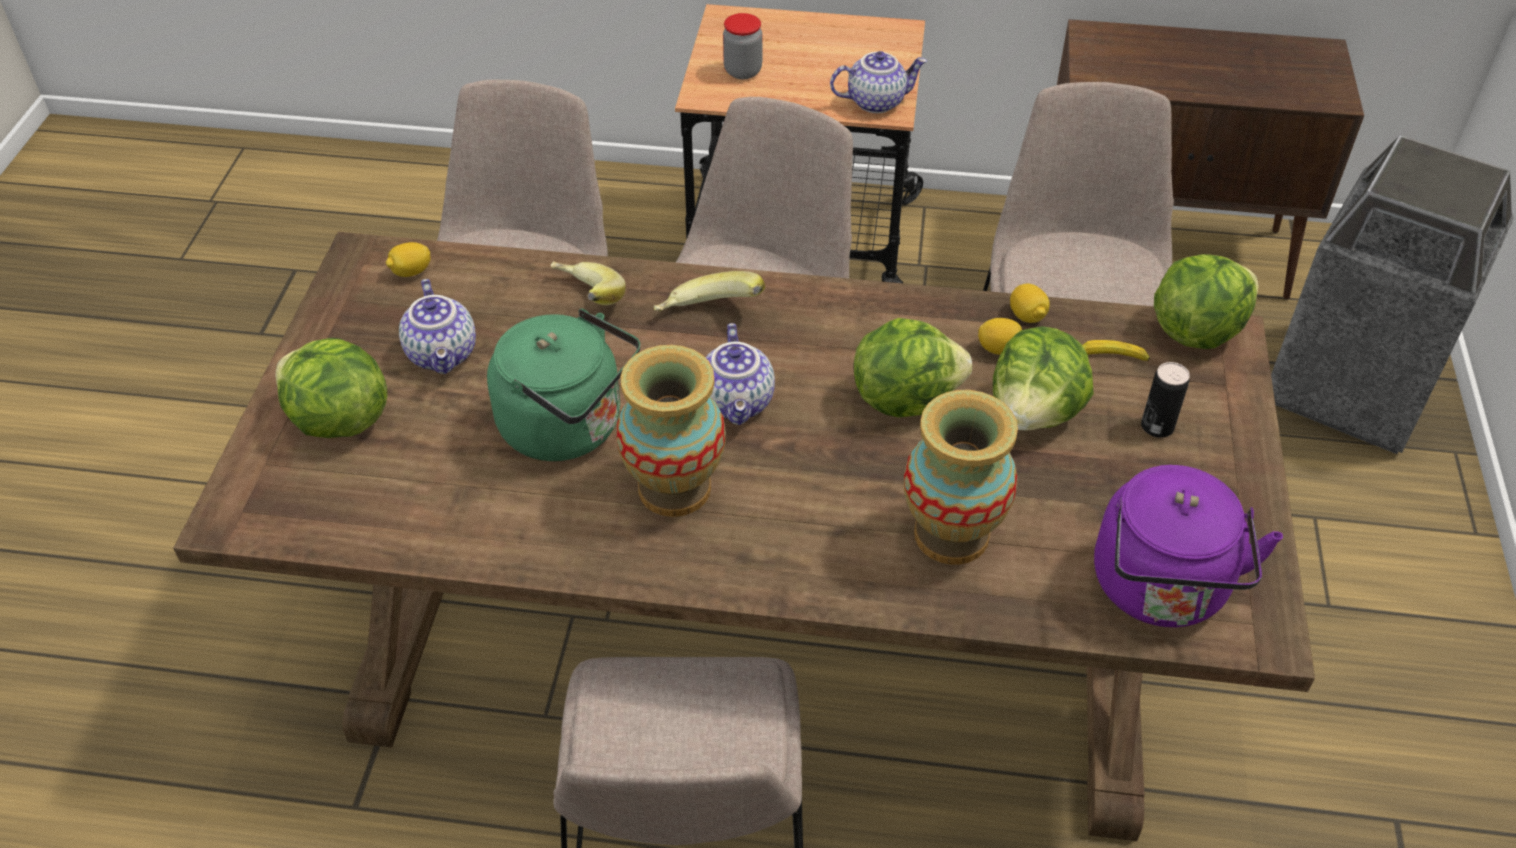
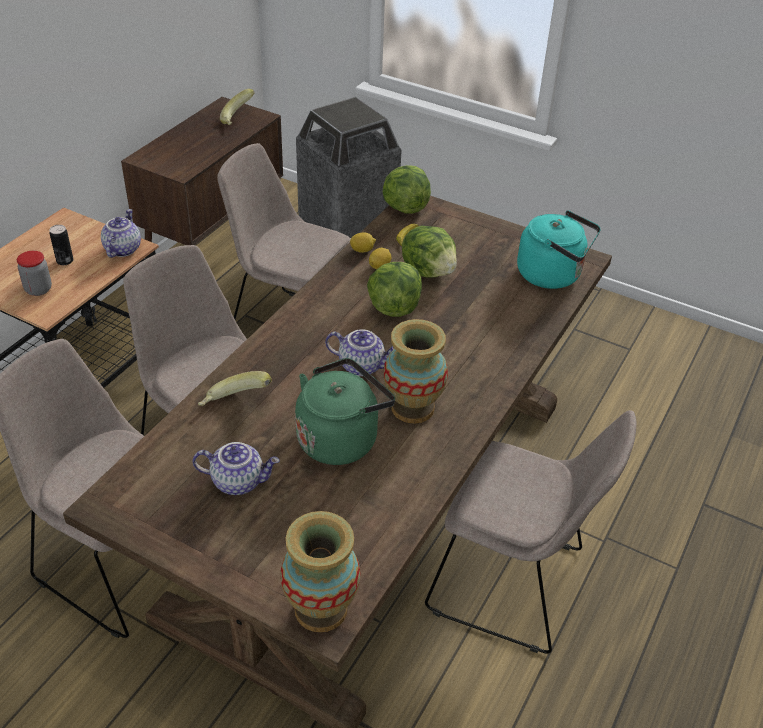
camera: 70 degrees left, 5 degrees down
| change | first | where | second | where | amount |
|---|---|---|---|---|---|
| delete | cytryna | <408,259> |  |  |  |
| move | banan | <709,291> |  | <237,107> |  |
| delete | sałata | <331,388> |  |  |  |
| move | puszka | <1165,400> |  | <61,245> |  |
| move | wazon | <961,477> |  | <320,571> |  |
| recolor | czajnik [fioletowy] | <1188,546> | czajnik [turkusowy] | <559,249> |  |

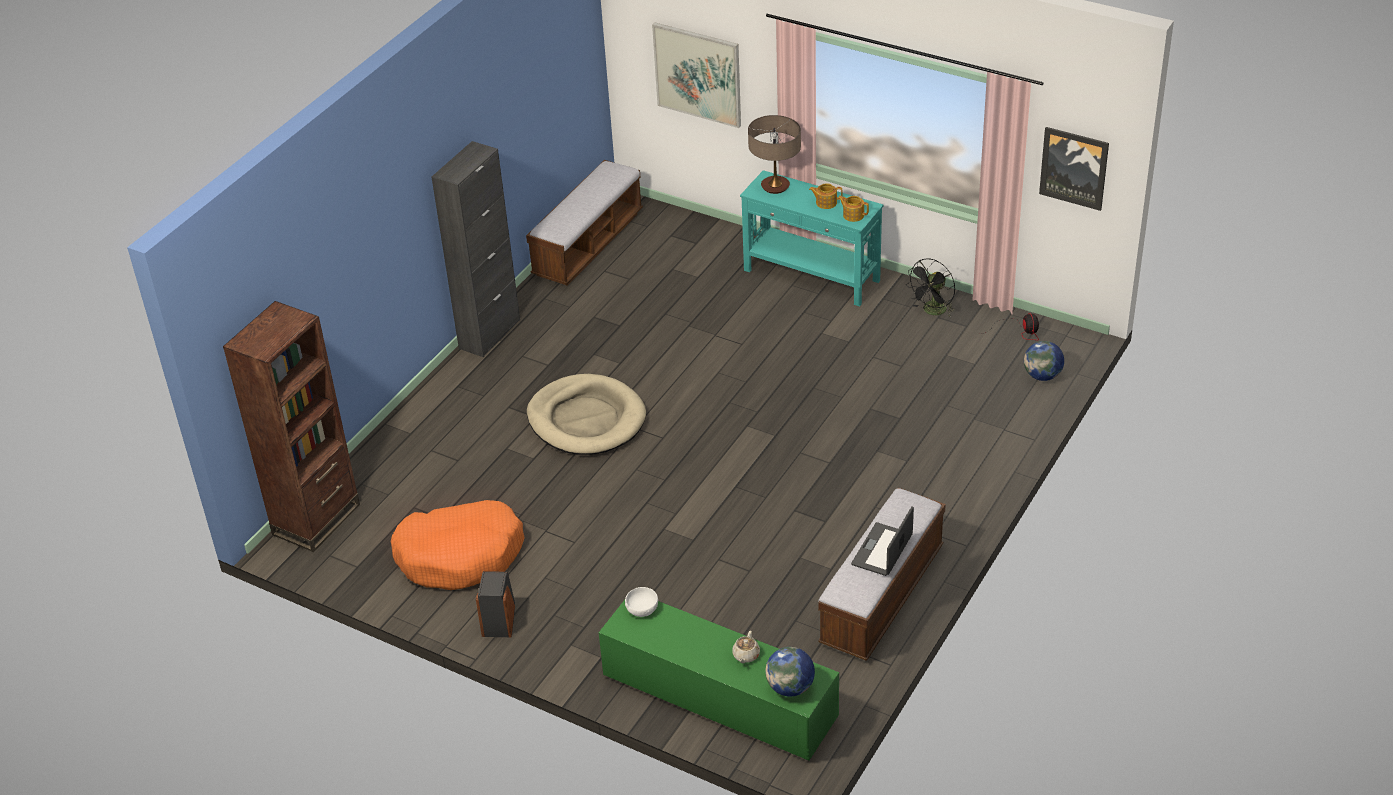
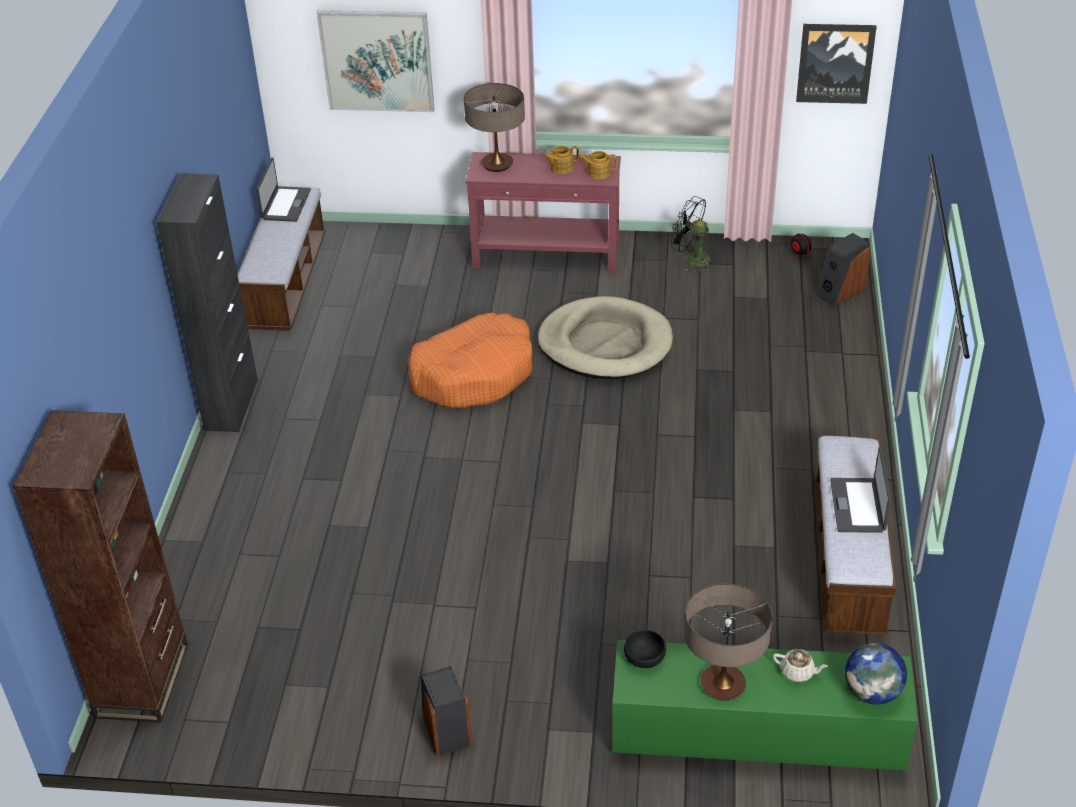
camera: 25 degrees left, 0 degrees up
| change | first | where | second | where | amount |
|---|---|---|---|---|---|
| recolor | stolik konsolowy [turkusowy] | <811,238> | stolik konsolowy [czerwony] | <543,212> |  |
| rotate | wentylator [czarny] | <931,287> |  | <692,234> | 105 degrees clockwise |
| replace | globus | <1044,361> | głośnik | <843,269> |  |
| move | legowisko [beżowy] | <586,414> |  | <605,337> |  |
| move | legowisko [pomarańczowy] | <458,545> |  | <470,360> |  |
| recolor | miska [biały] | <641,602> | miska [czarny] | <645,649> |  |
| rotate | imbryk [beżowy] | <746,647> |  | <800,665> | 60 degrees counterclockwise |
| insert |  |  | laptop | <283,189> |  |
| insert |  |  | lampa stołowa | <728,642> |  |

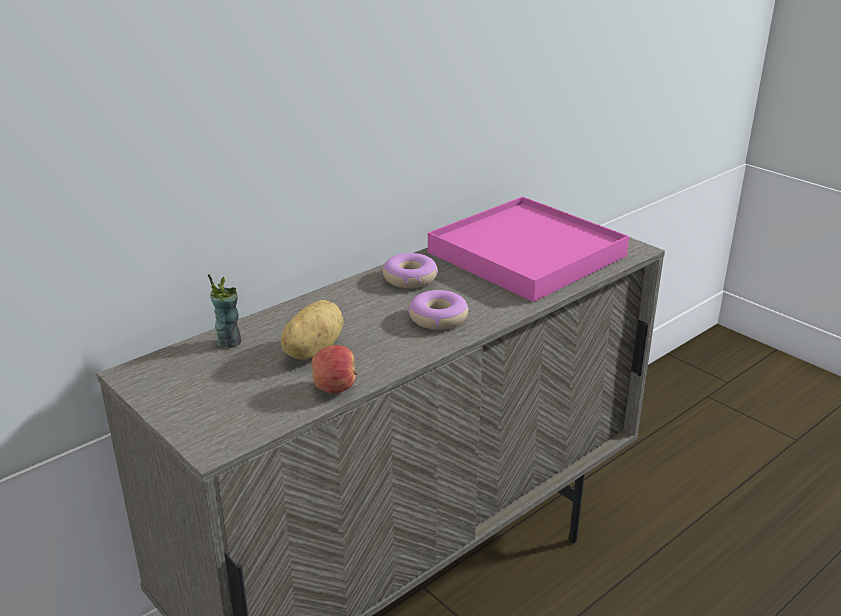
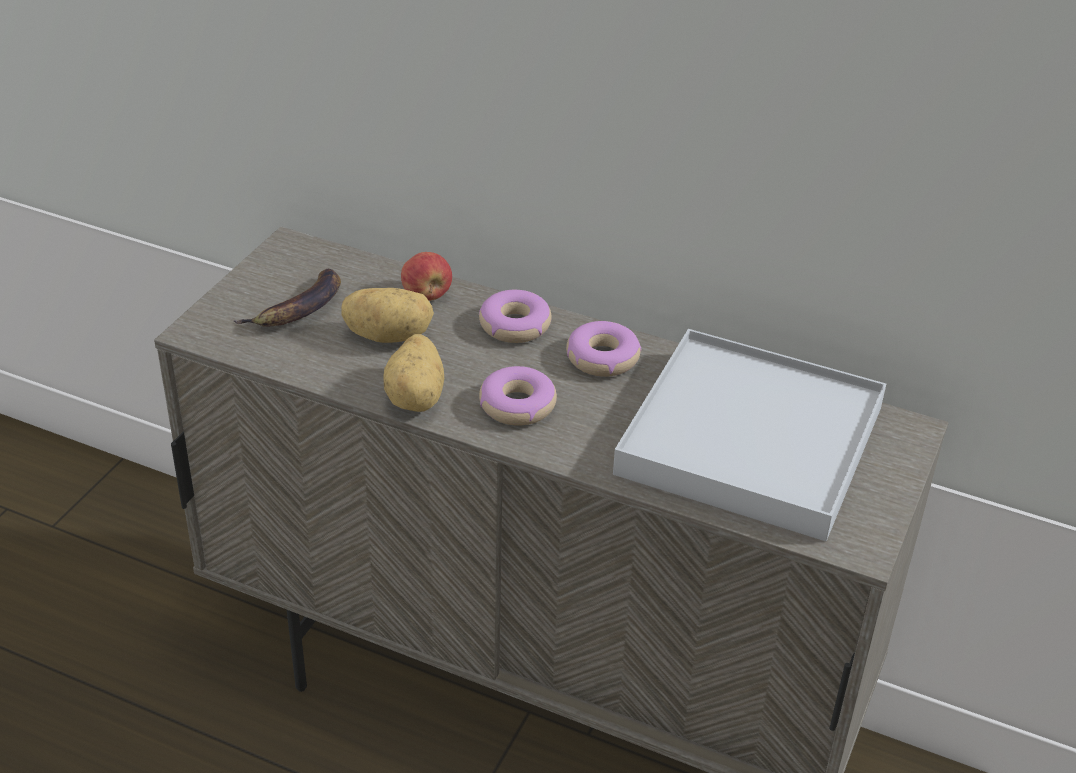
camera: 65 degrees right, 10 degrees up
| change | first | where | second | where | amount |
|---|---|---|---|---|---|
| recolor | taca [różowy] | <528,249> | taca [biały] | <749,435> |  |
| delete | filiżanka | <224,311> |  |  |  |
| move | jabłko | <334,369> |  | <426,276> |  |
| insert |  |  | banan | <287,298> |  |
| insert |  |  | donut | <515,316> |  |
| insert |  |  | ziemniak | <413,373> |  |

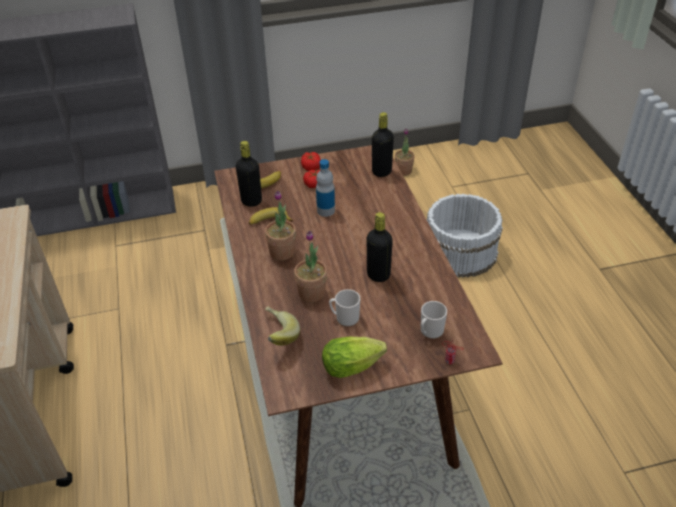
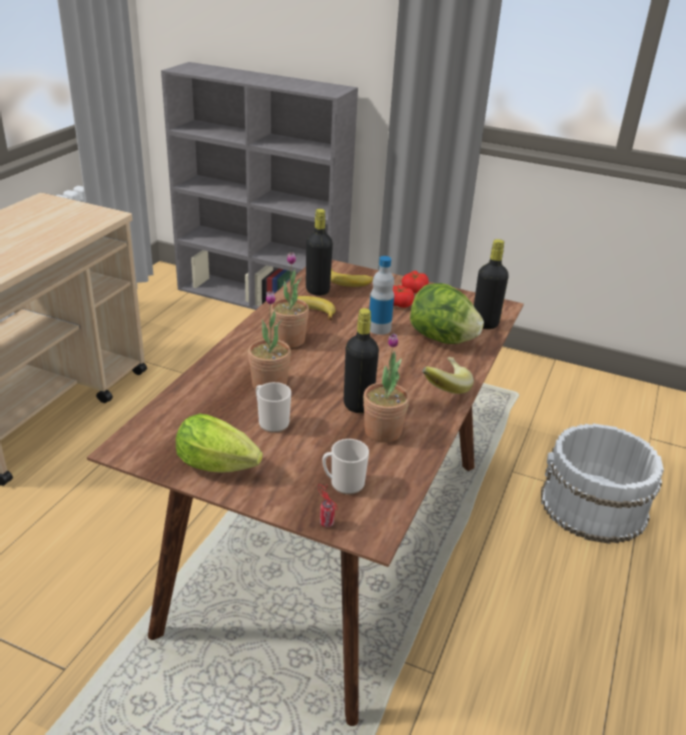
camera: 35 degrees right, 10 degrees down
| change | first | where | second | where | amount |
|---|---|---|---|---|---|
| move | roślina doniczkowa | <405,152> |  | <386,388> |  |
| move | banan | <282,326> |  | <448,375> |  |
| insert |  |  | sałata | <447,313> |  |

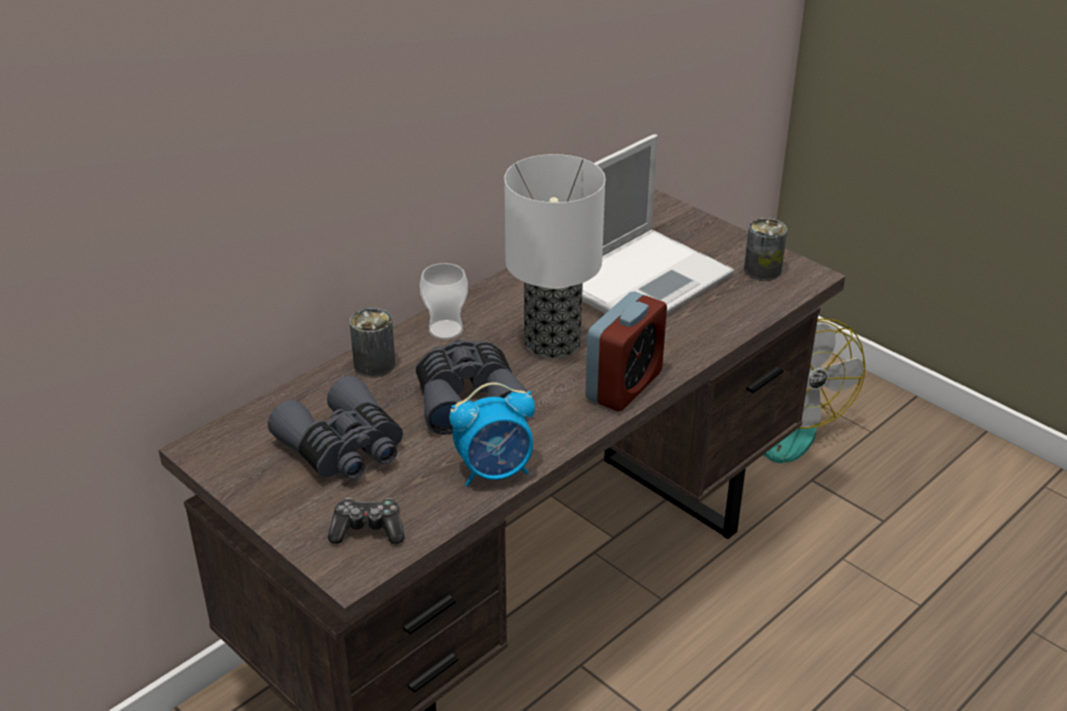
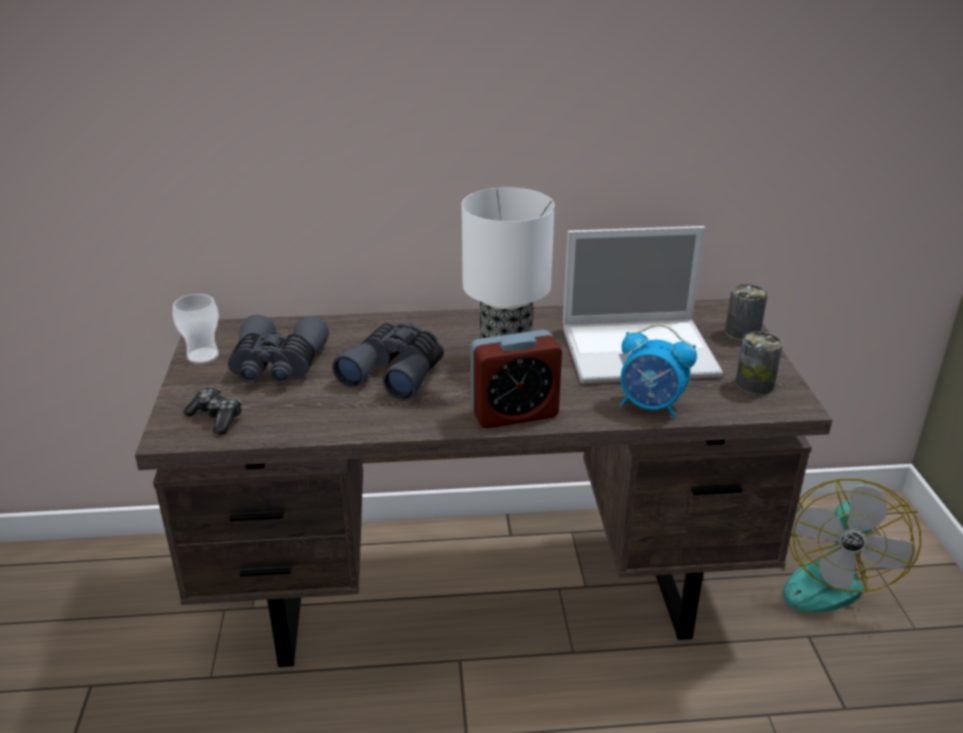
camera: 40 degrees right, 5 degrees down
| change | first | where | second | where | amount |
|---|---|---|---|---|---|
| move | filiżanka | <444,301> |  | <195,329> |  |
| move | puszka | <372,343> |  | <746,312> |  |
| move | budzik | <492,434> |  | <658,371> |  |

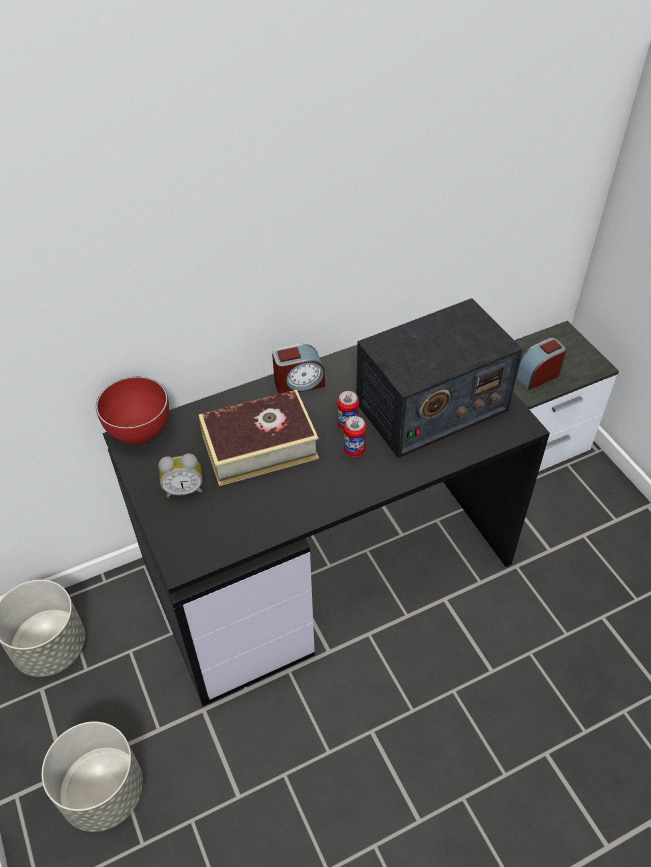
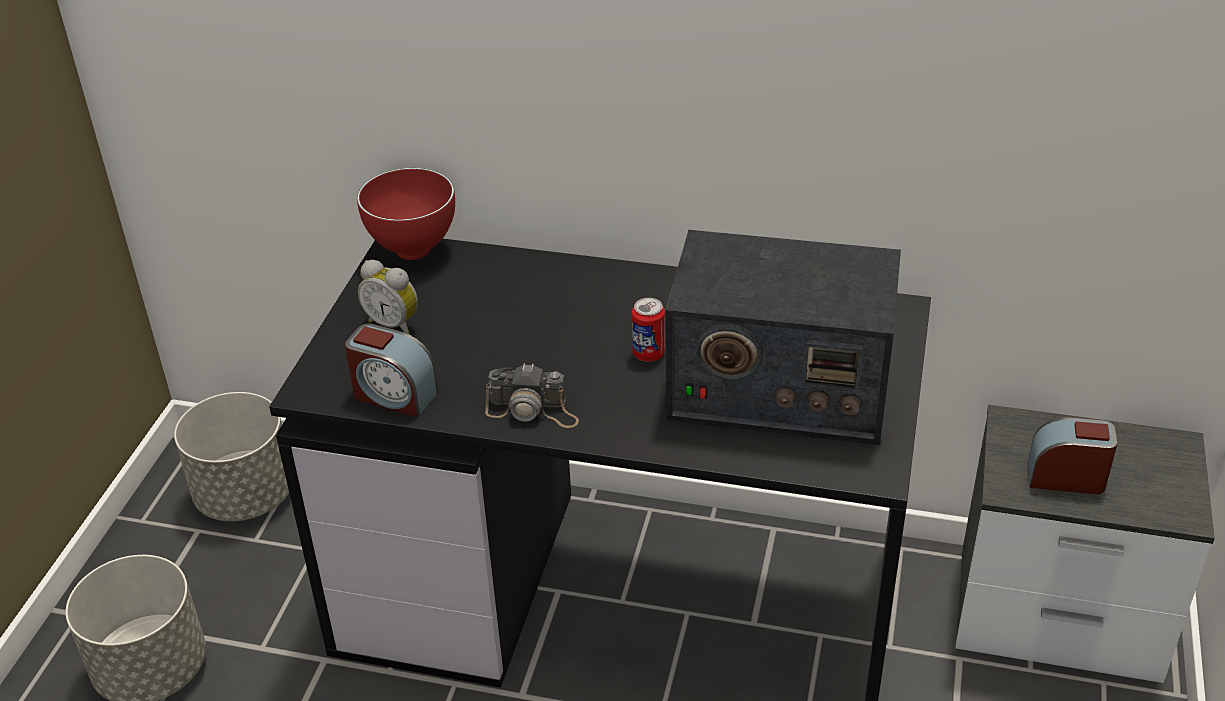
camera: 40 degrees right, 10 degrees down
| change | first | where | second | where | amount |
|---|---|---|---|---|---|
| move | budzik | <298,369> |  | <391,370> |  |
| delete | książka | <259,438> |  |  |  |
| delete | puszka | <355,436> |  |  |  |
| insert |  |  | aparat fotograficzny | <532,395> |  |

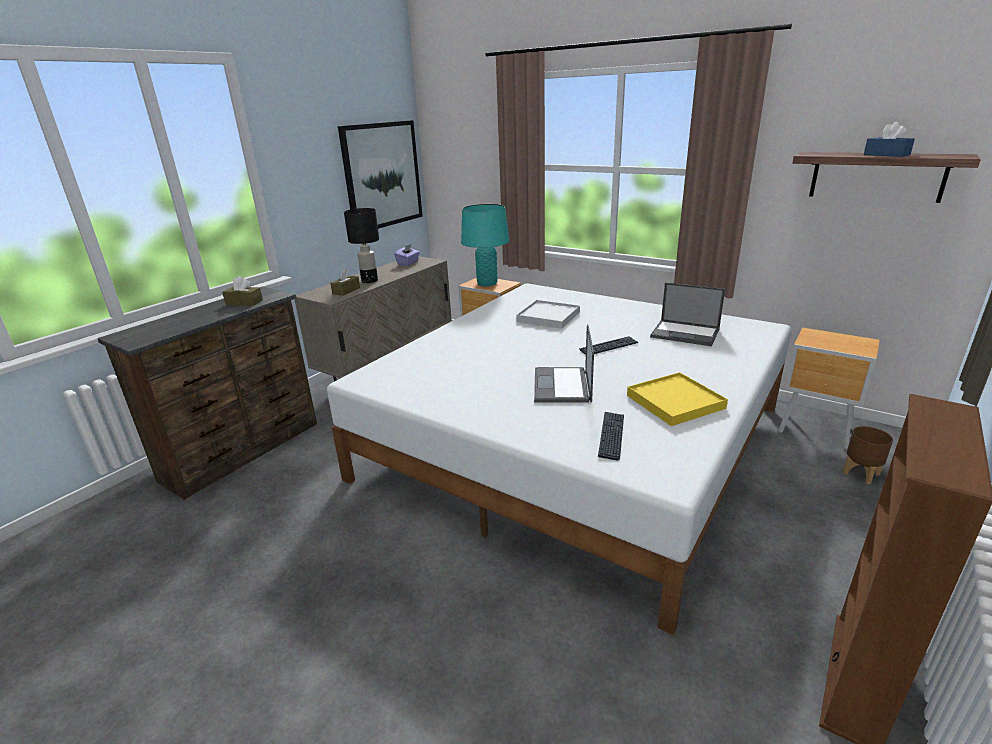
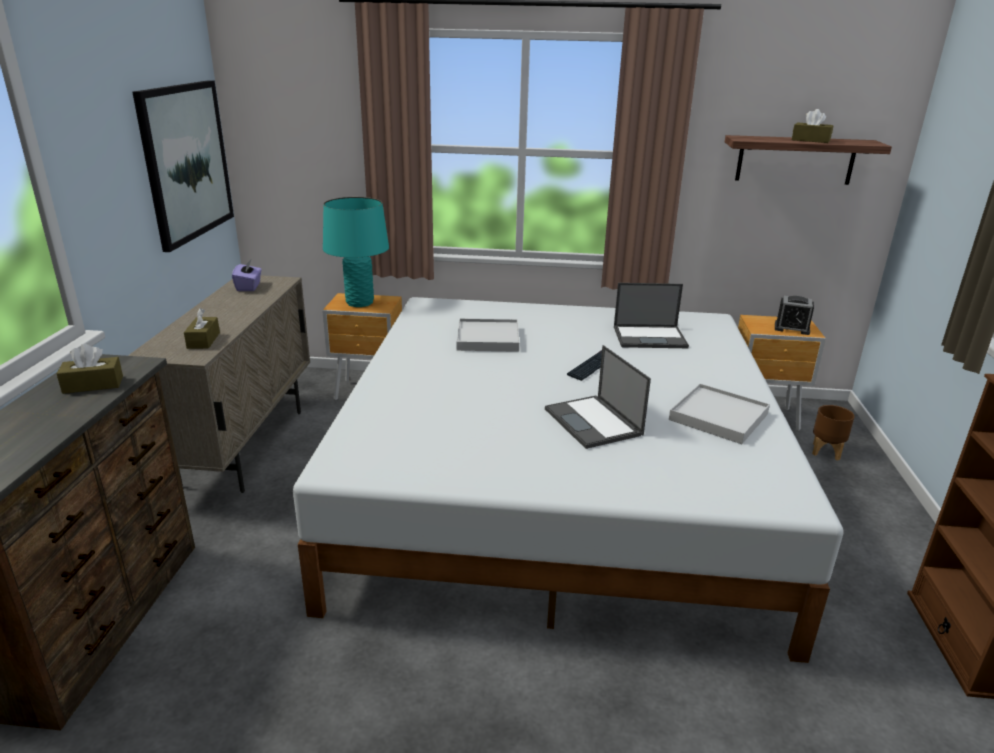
camera: 30 degrees left, 0 degrees up
| change | first | where | second | where | amount |
|---|---|---|---|---|---|
| recolor | pudełko chusteczek [niebieski] | <889,139> | pudełko chusteczek [brązowy] | <812,126> |  |
| delete | lampa stołowa [czarny] | <361,245> |  |  |  |
| recolor | taca [żółty] | <677,399> | taca [biały] | <719,414> |  |
| delete | klawiatura | <611,436> |  |  |  |
| insert |  |  | budzik | <794,315> |  |

